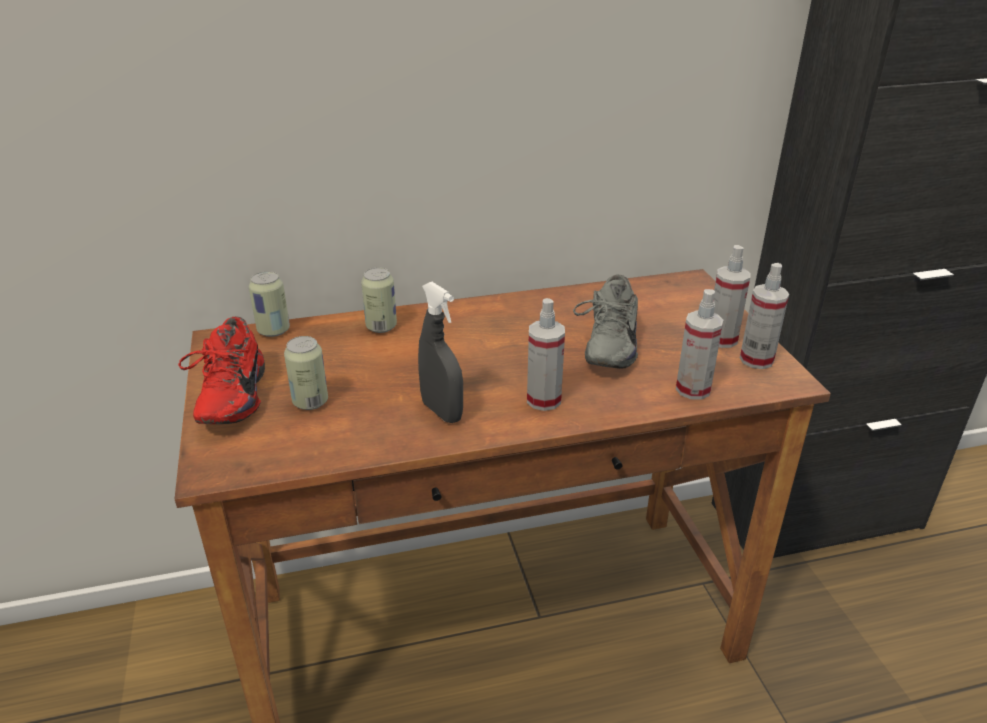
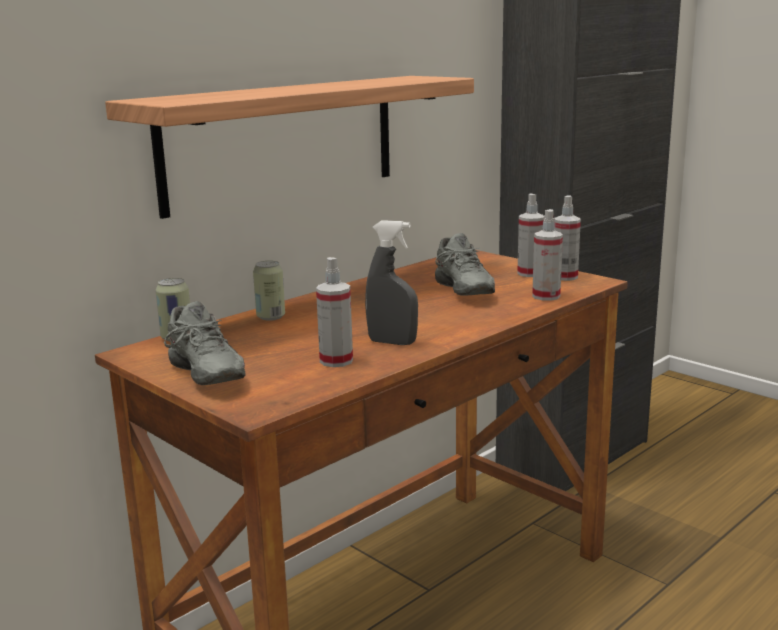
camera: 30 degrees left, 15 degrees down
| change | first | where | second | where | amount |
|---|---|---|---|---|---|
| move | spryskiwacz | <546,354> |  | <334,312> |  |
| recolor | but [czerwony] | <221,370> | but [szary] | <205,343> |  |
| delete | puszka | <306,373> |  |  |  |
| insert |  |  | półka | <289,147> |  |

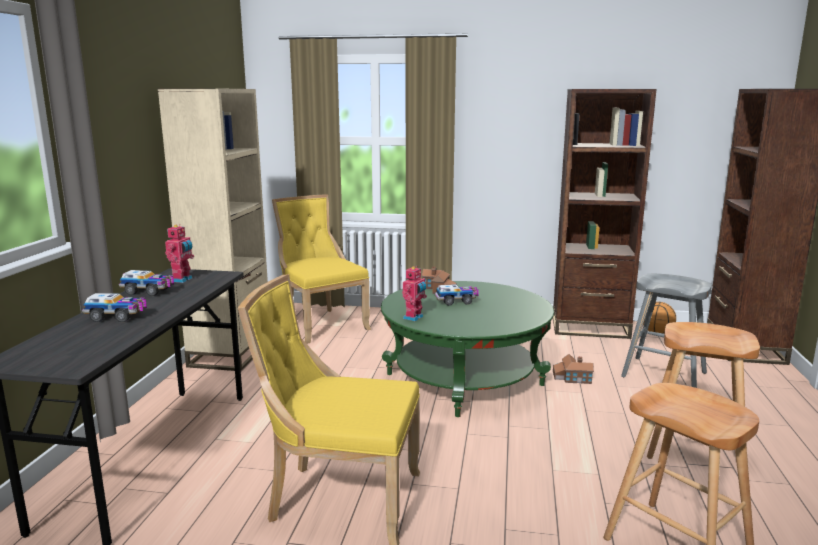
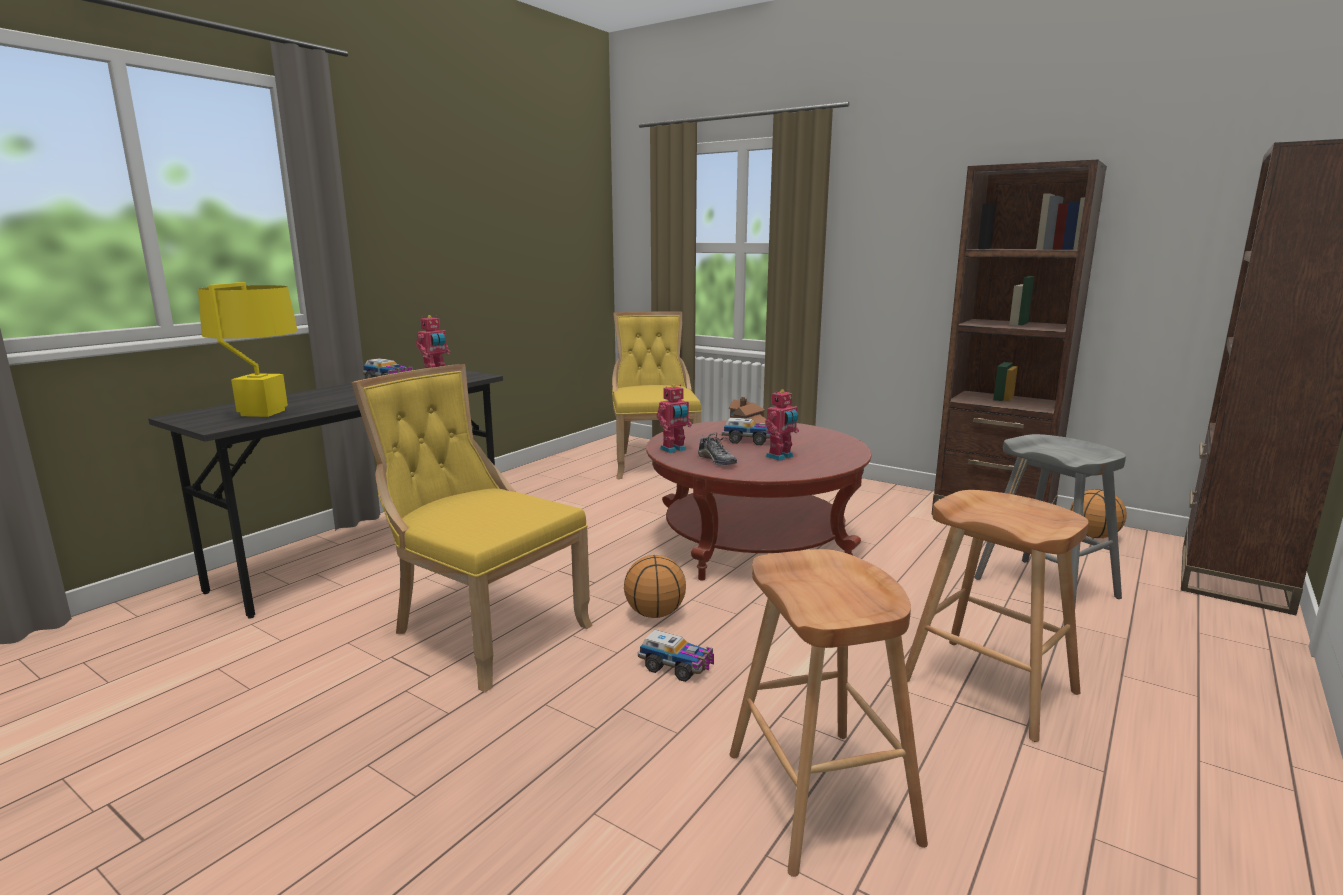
camera: 25 degrees right, 0 degrees up
| change | first | where | second | where | amount |
|---|---|---|---|---|---|
| delete | regał [beżowy] | <213,230> |  |  |  |
| recolor | ława [zielony] | <467,349> | ława [czerwony] | <758,500> |  |
| move | ciężarówka zabawkowa | <114,307> |  | <676,656> |  |
| delete | domek | <573,369> |  |  |  |
| insert |  |  | lampa stołowa [żółty] | <248,349> |  |
| insert |  |  | robot zabawkowy | <782,425> |  |
| insert |  |  | but | <717,448> |  |
| insert |  |  | piłka do koszykówki | <655,586> |  |

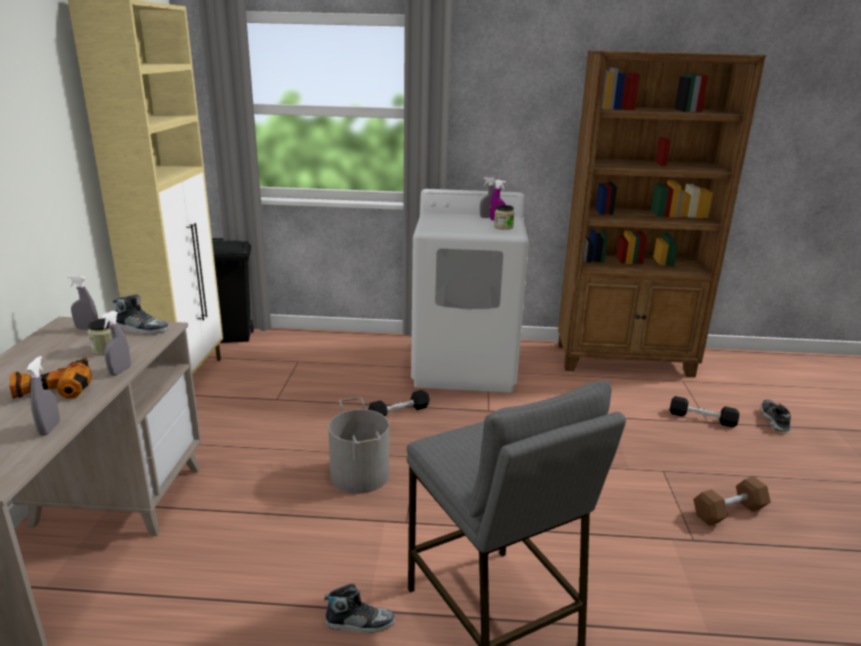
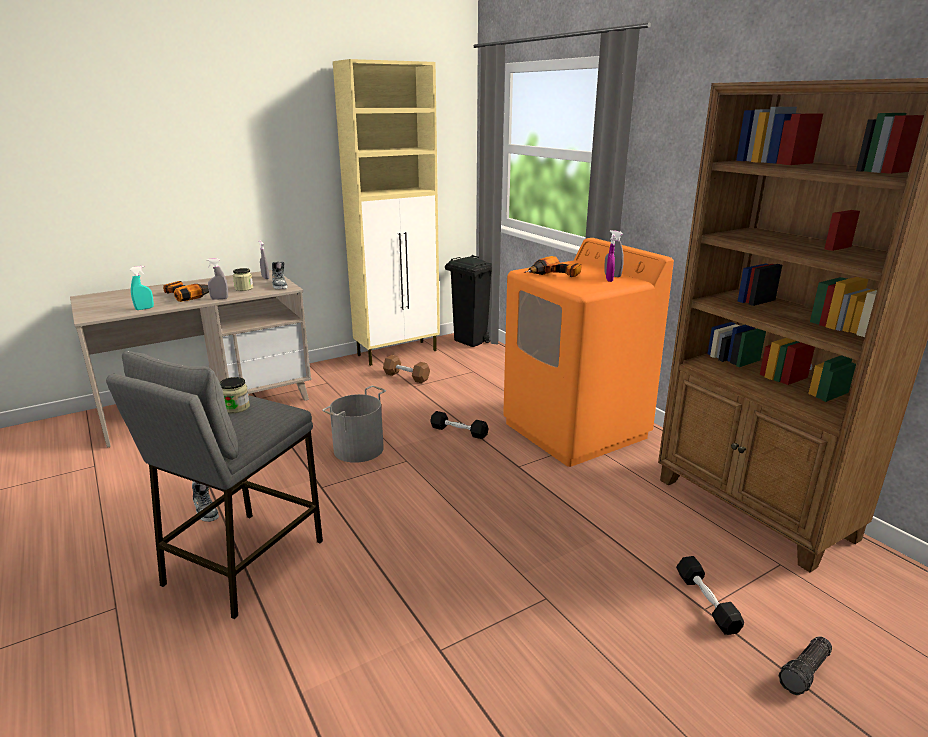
camera: 55 degrees right, 0 degrees up
| change | first | where | second | where | amount |
|---|---|---|---|---|---|
| recolor | pralka [biały] | <470,290> | pralka [pomarańczowy] | <588,352> |  |
| move | słoik | <504,217> |  | <235,395> |  |
| recolor | spryskiwacz [szary] | <43,396> | spryskiwacz [turkusowy] | <142,288> |  |
| replace | but | <776,416> | latarka | <805,665> |  |
| move | hantel [brązowy] | <732,501> |  | <406,369> |  |
| insert |  |  | wiertarka | <552,266> |  |

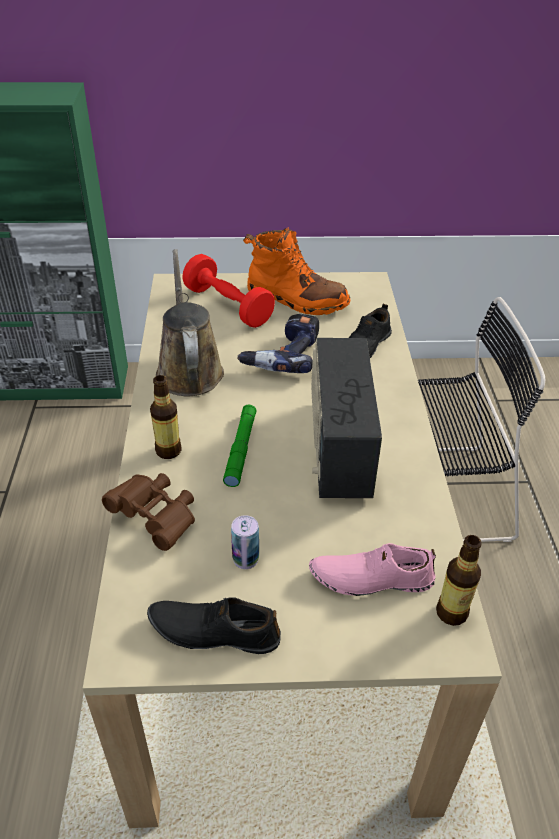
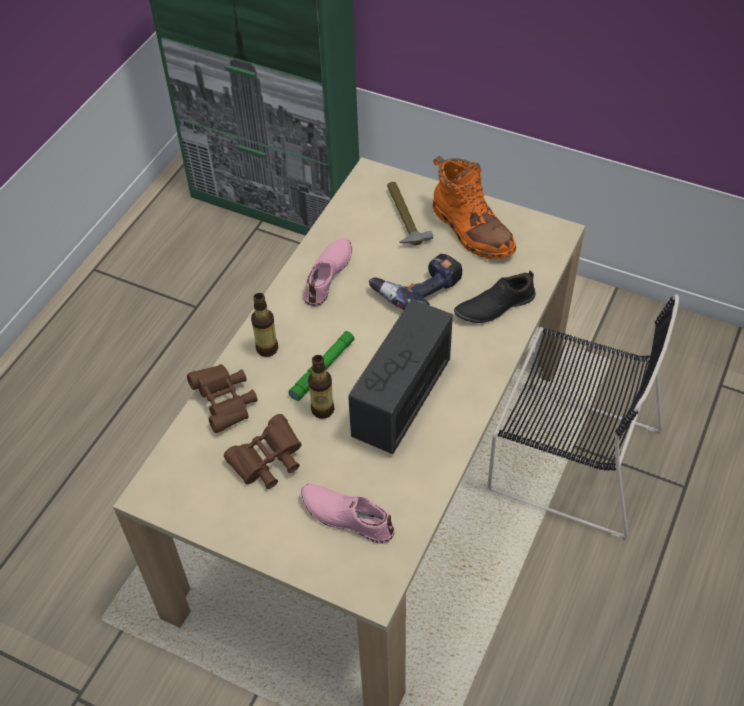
camera: 30 degrees right, 10 degrees up
| change | first | where | second | where | amount |
|---|---|---|---|---|---|
| replace | konewka [brązowy] | <190,322> | but [różowy] | <328,272> |  |
| replace | hantel [czerwony] | <228,291> | młotek | <410,214> |  |
| replace | puszka | <245,542> | lornetka [brązowy] | <263,451> |  |
| move | butelka | <459,580> |  | <321,387> |  |
| delete | but [czarny] | <214,625> |  |  |  |

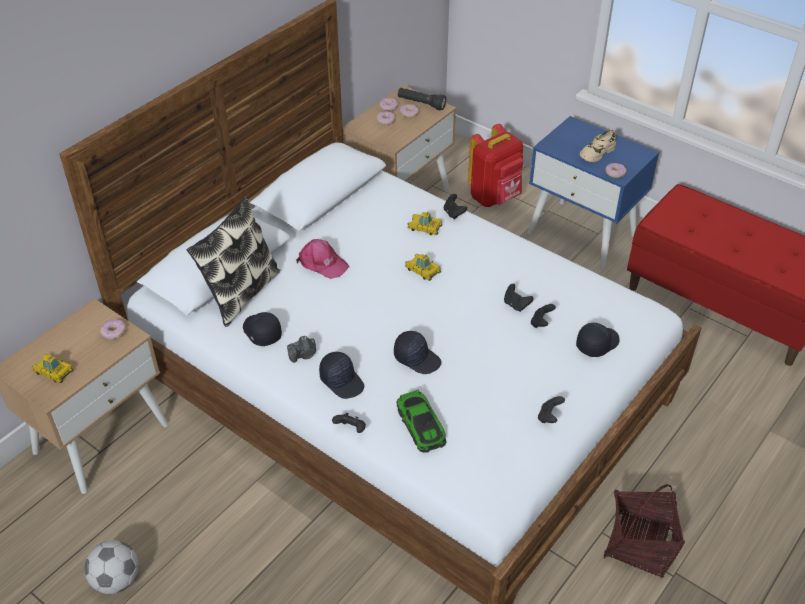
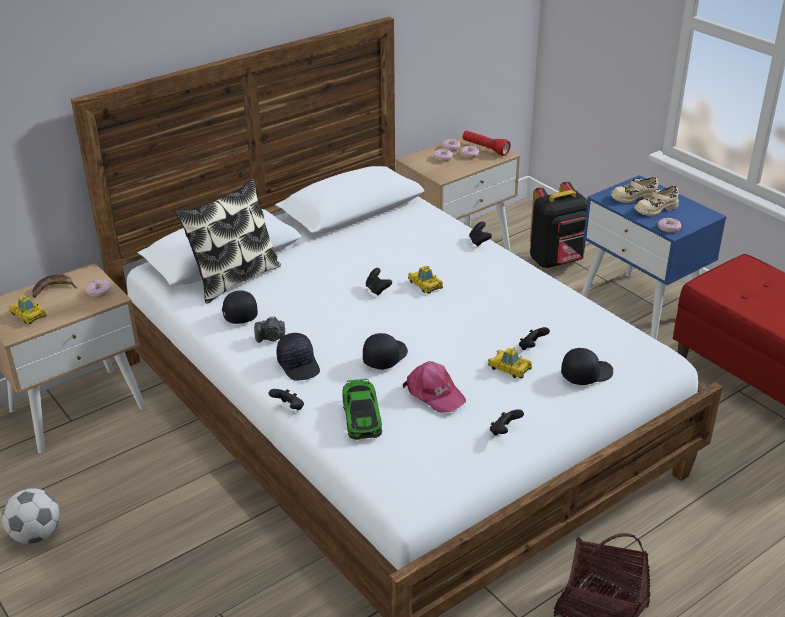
camera: 15 degrees right, 10 degrees down
| change | first | where | second | where | amount |
|---|---|---|---|---|---|
| recolor | latarka [czarny] | <422,99> | latarka [czerwony] | <487,143> |  |
| recolor | plecak [czerwony] | <495,165> | plecak [czarny] | <559,225> |  |
| move | samochodzik | <425,223> |  | <510,362> |  |
| move | czapka z daszkiem [różowy] | <322,259> |  | <434,387> |  |
| move | pad do gier [czarny] | <519,298> |  | <379,281> |  |
| rotate | czapka z daszkiem [czarny] | <417,352> |  | <385,351> | 105 degrees counterclockwise |
| insert |  |  | but [beżowy] | <634,190> |  |
| insert |  |  | banan | <54,285> |  |

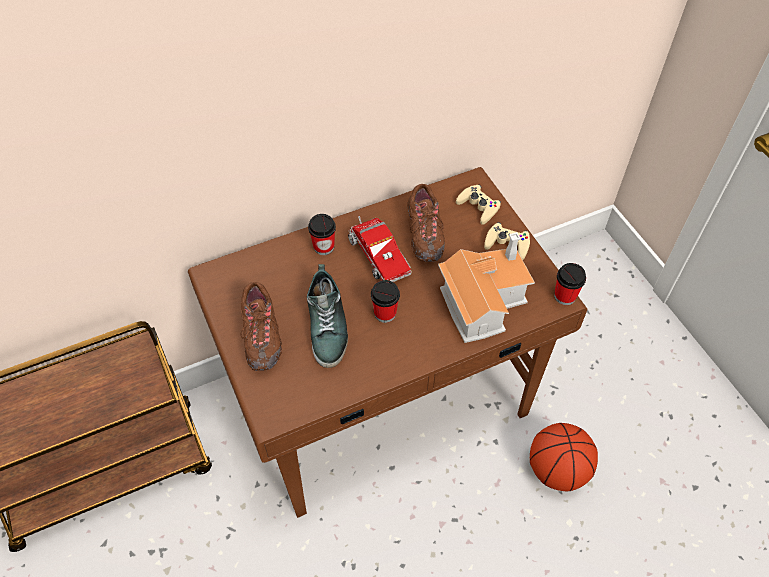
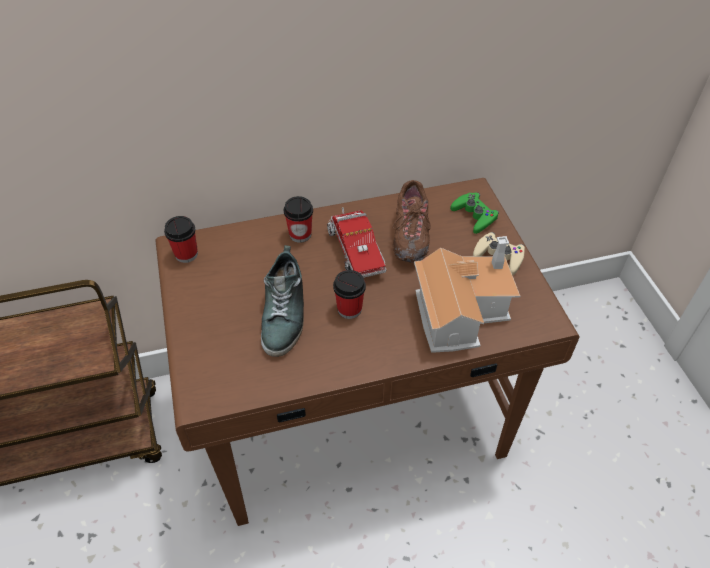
camera: 10 degrees right, 5 degrees down
| change | first | where | second | where | amount |
|---|---|---|---|---|---|
| recolor | pad do gier [beżowy] | <478,205> | pad do gier [zielony] | <474,213> |  |
| move | filiżanka | <570,284> |  | <181,239> |  |
| delete | but [brązowy] | <261,326> |  |  |  |
| delete | piłka do koszykówki | <564,457> |  |  |  |

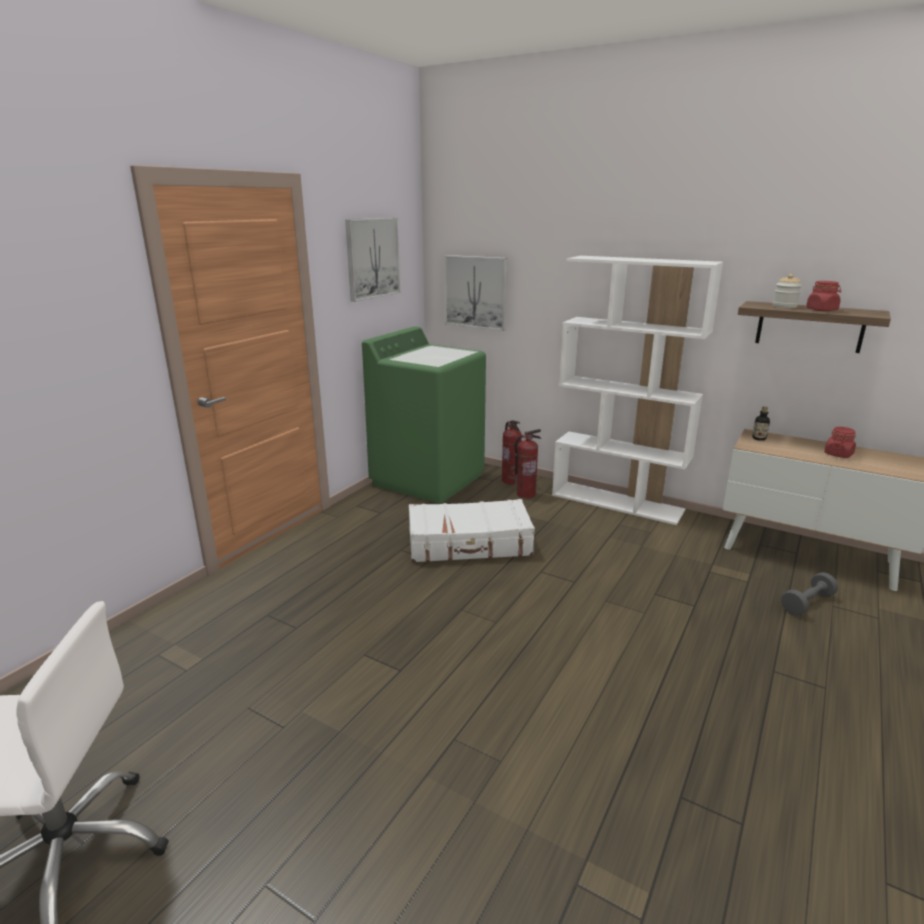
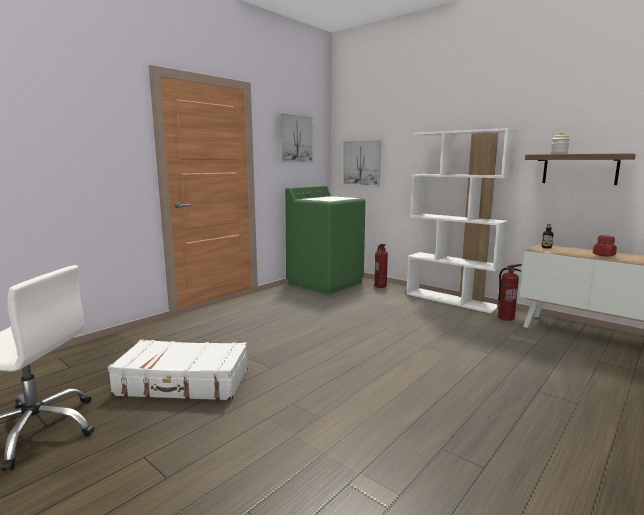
camera: 10 degrees right, 10 degrees down
| change | first | where | second | where | amount |
|---|---|---|---|---|---|
| delete | słoik [czerwony] | <823,296> |  |  |  |
| move | gaśnica | <528,464> |  | <509,292> |  |
| move | walizka [biały] | <472,531> |  | <178,370> |  |
| delete | hantel [szary] | <809,594> |  |  |  |

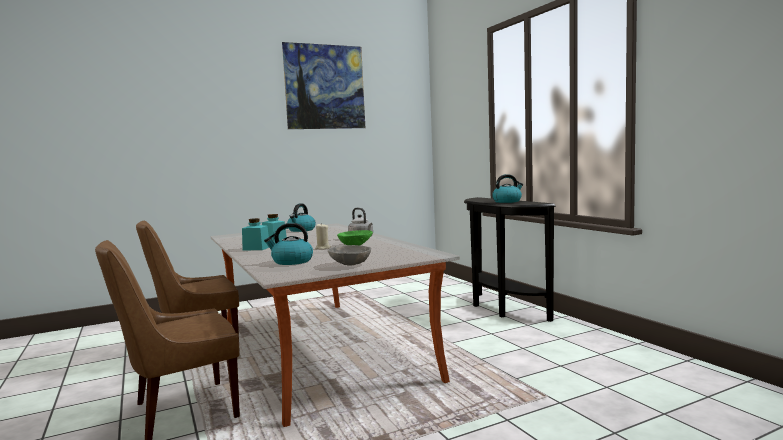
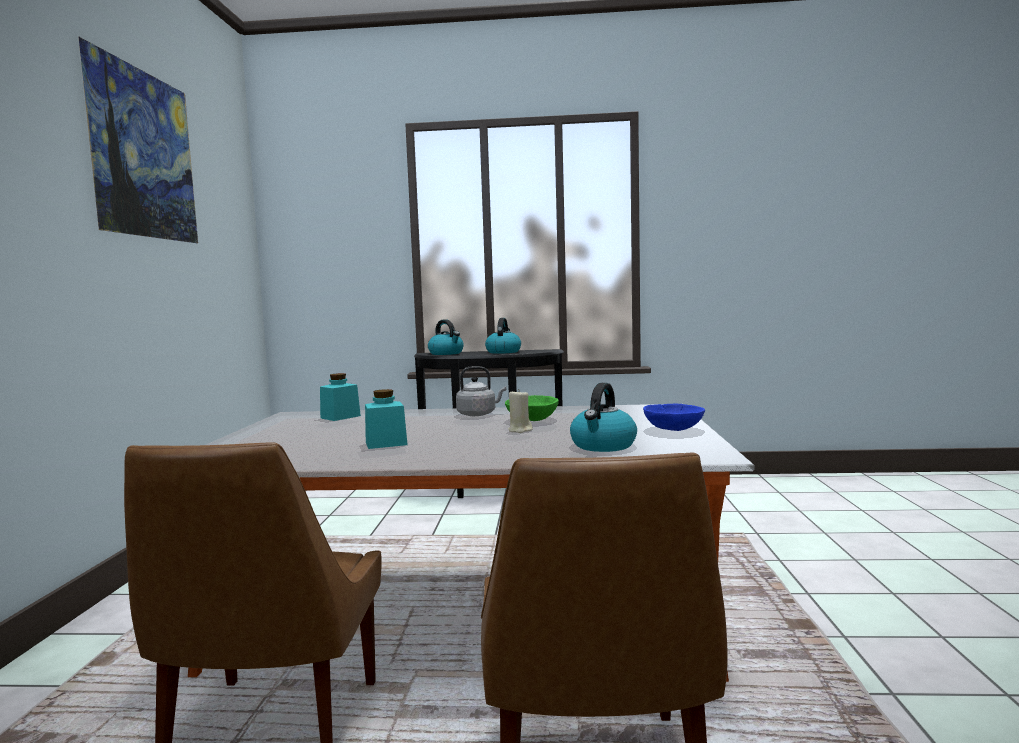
camera: 60 degrees left, 0 degrees up
| change | first | where | second | where | amount |
|---|---|---|---|---|---|
| move | czajnik | <301,218> |  | <446,337> |  |
| move | słoik [turkusowy] | <255,234> |  | <340,397> |  |
| recolor | miska [szary] | <349,255> | miska [niebieski] | <674,417> |  |

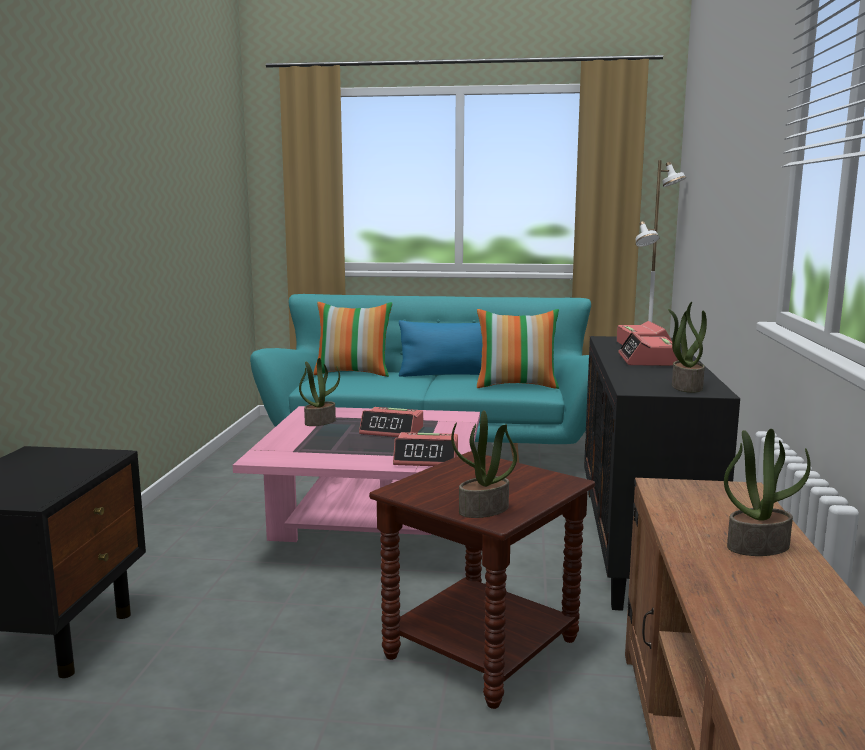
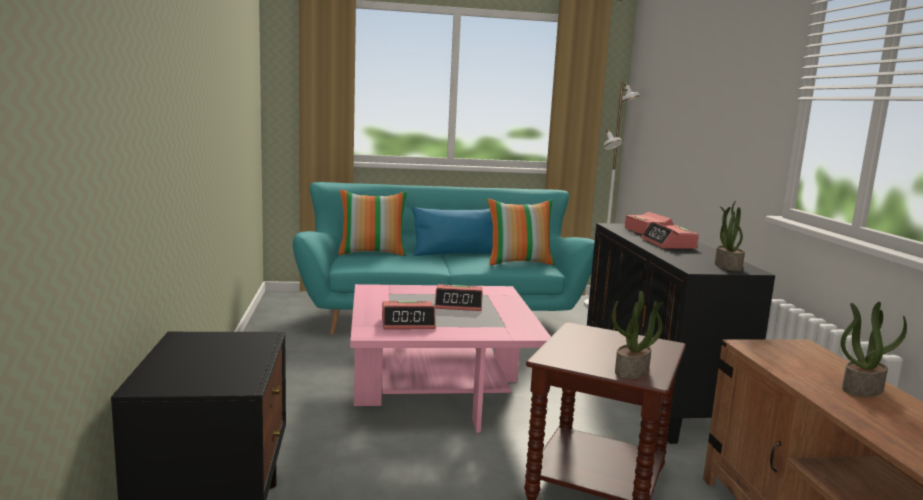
camera: 15 degrees left, 0 degrees up
| change | first | where | second | where | amount |
|---|---|---|---|---|---|
| delete | roślina doniczkowa | <319,392> |  |  |  |
| move | budzik | <425,449> |  | <409,315> |  |

